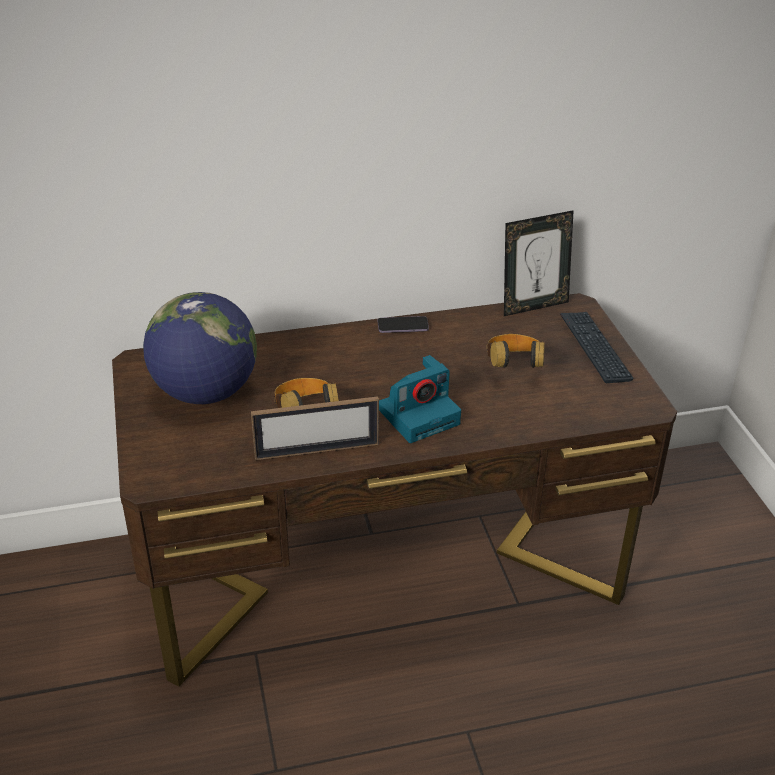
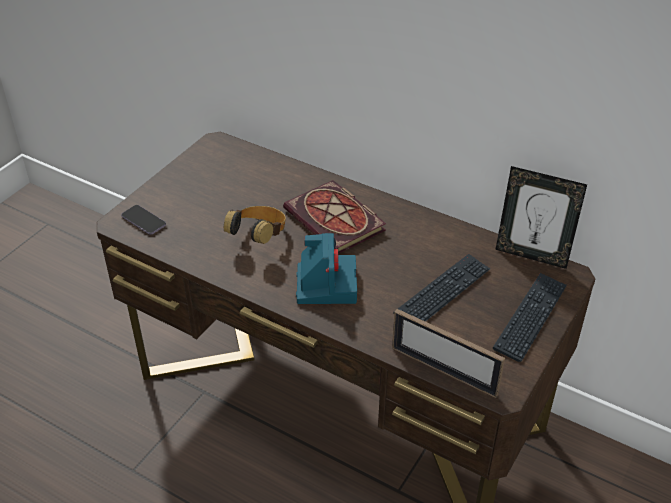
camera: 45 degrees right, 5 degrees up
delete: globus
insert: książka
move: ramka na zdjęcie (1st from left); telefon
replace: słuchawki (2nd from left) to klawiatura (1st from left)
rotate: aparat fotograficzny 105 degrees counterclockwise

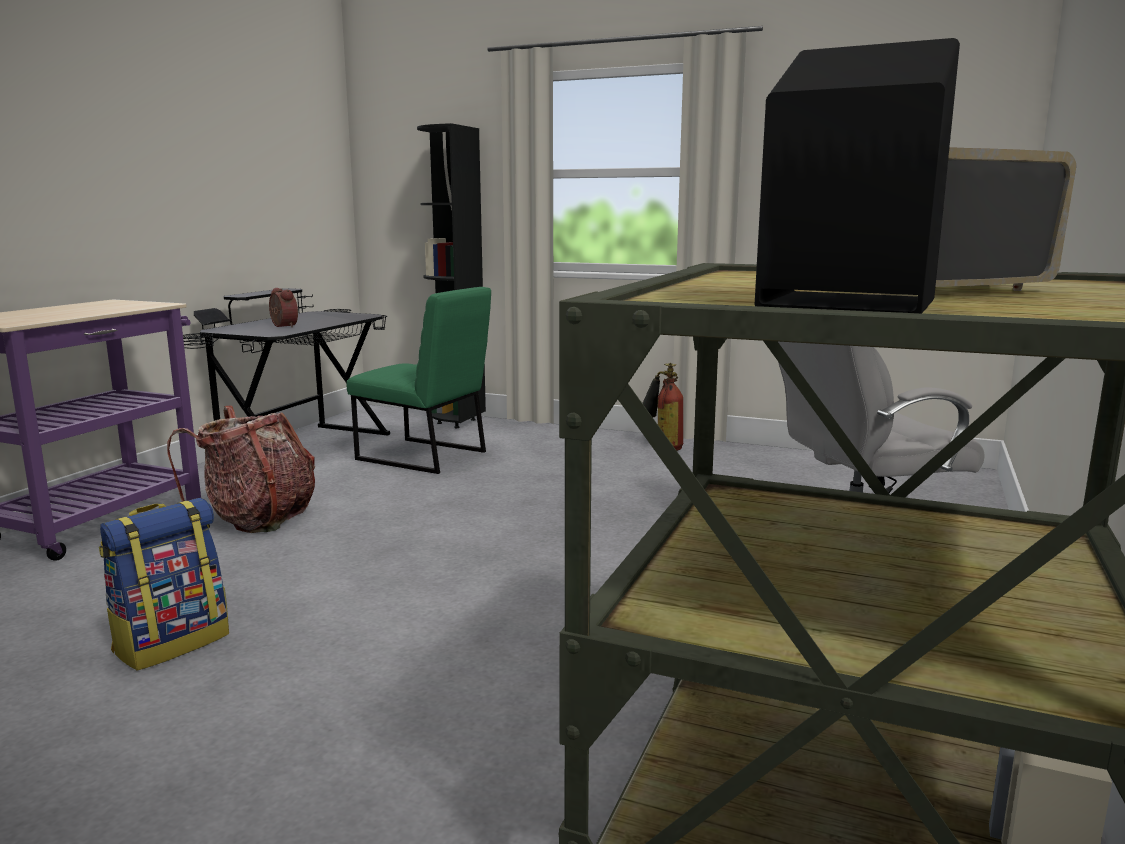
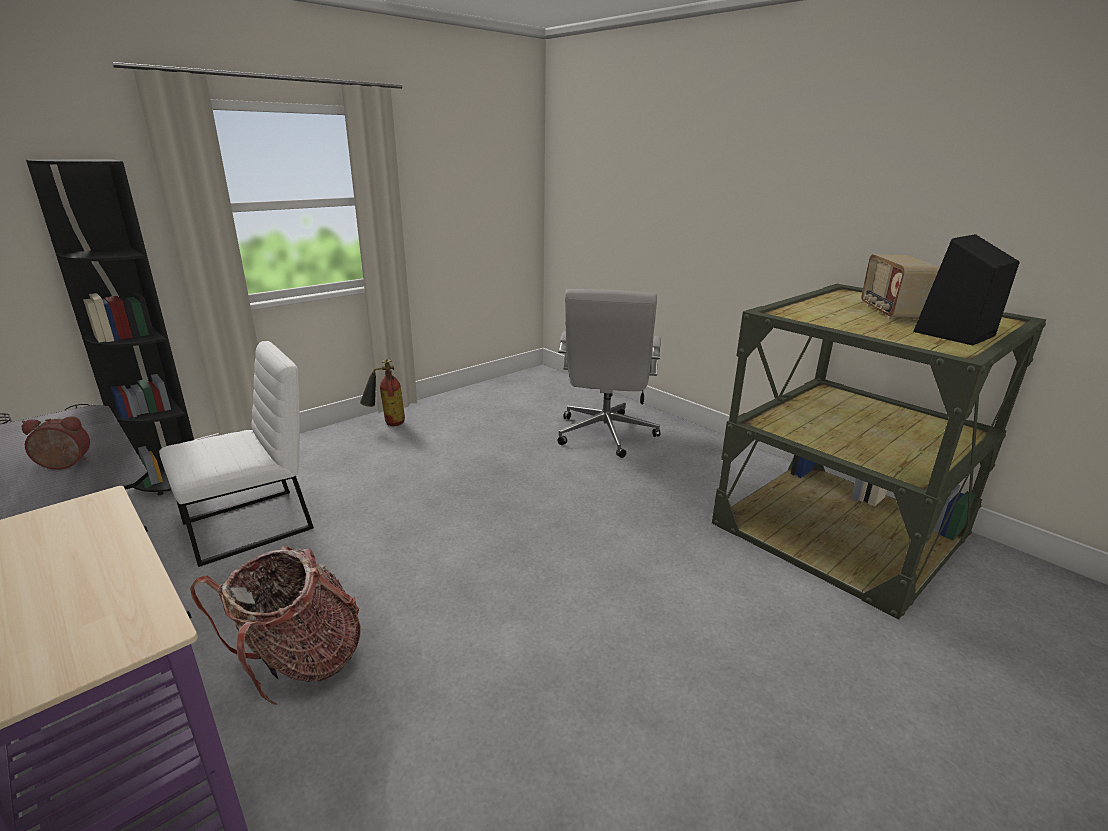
camera: 65 degrees left, 10 degrees up
delete: plecak (1st from left)
recolor: krzesło/zielony to krzesło/biały

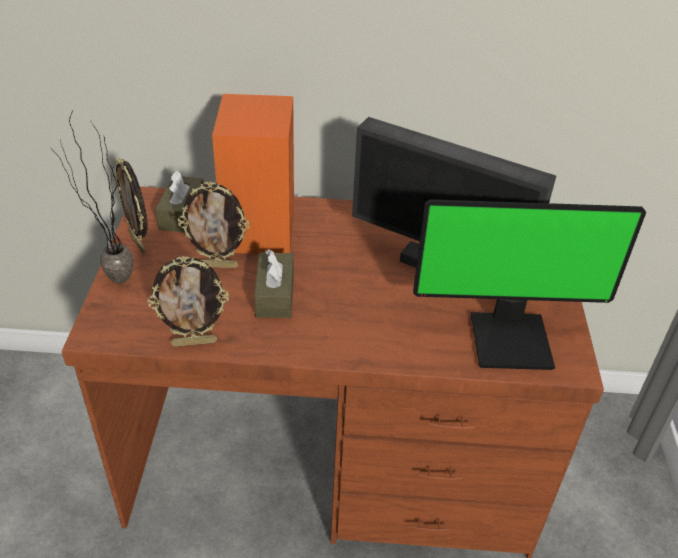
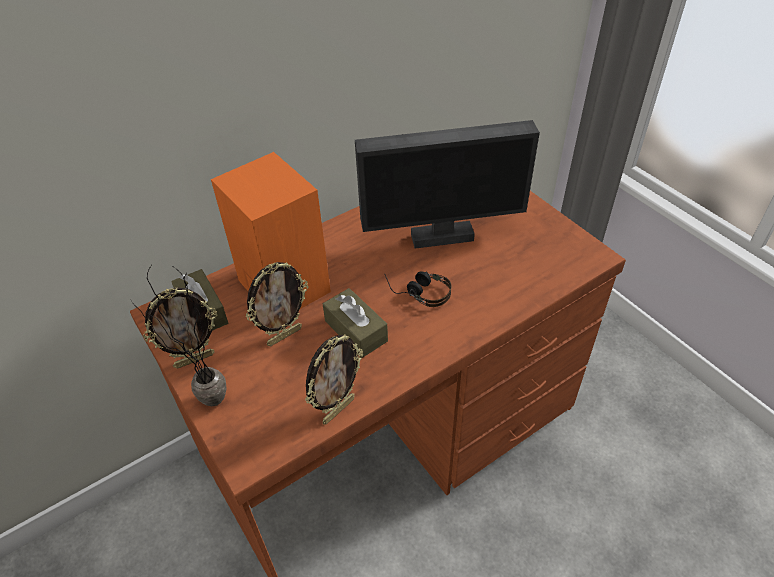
camera: 35 degrees left, 5 degrees up
delete: monitor (2nd from left)
insert: słuchawki
rotate: ramka na zdjęcie (1st from left) 45 degrees counterclockwise

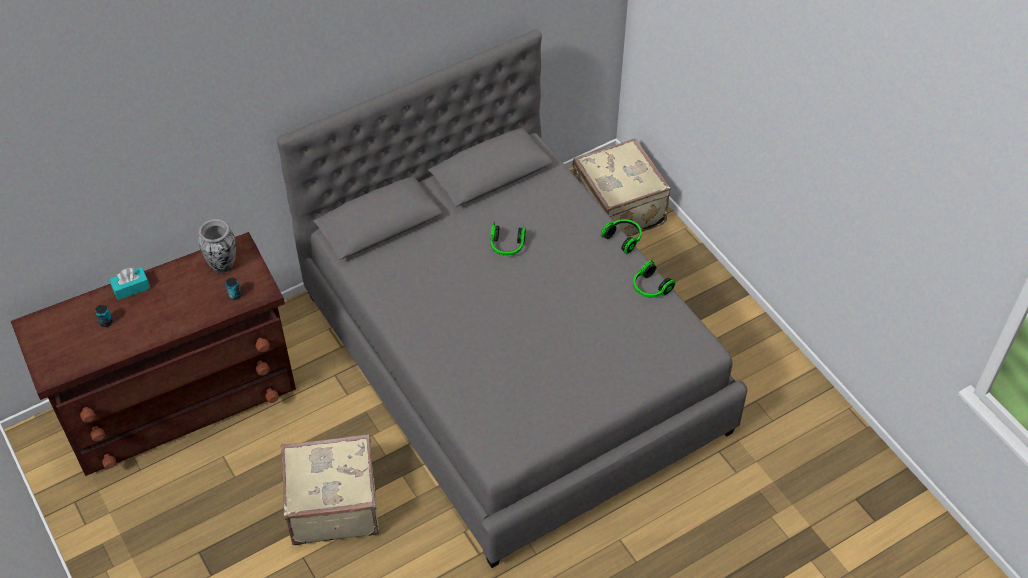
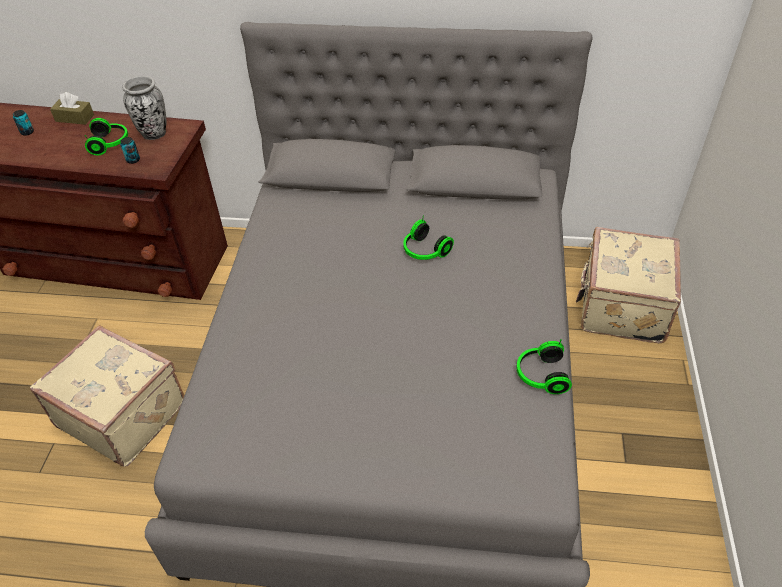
camera: 40 degrees right, 5 degrees down
move: słuchawki (2nd from left in the first image) to słuchawki (1st from left)
recolor: pudełko chusteczek/turkusowy to pudełko chusteczek/brązowy

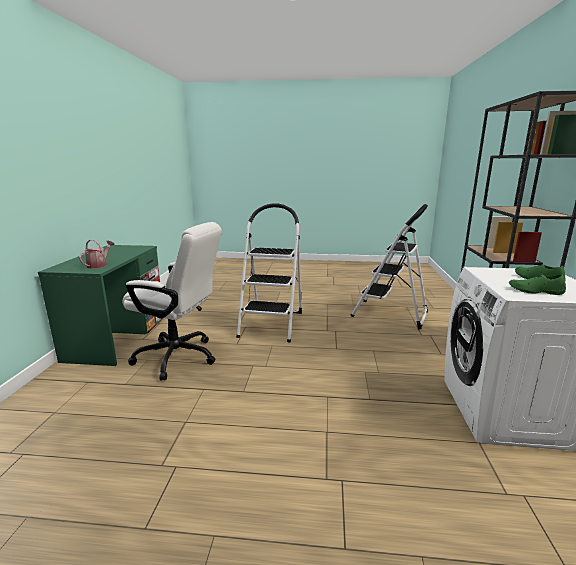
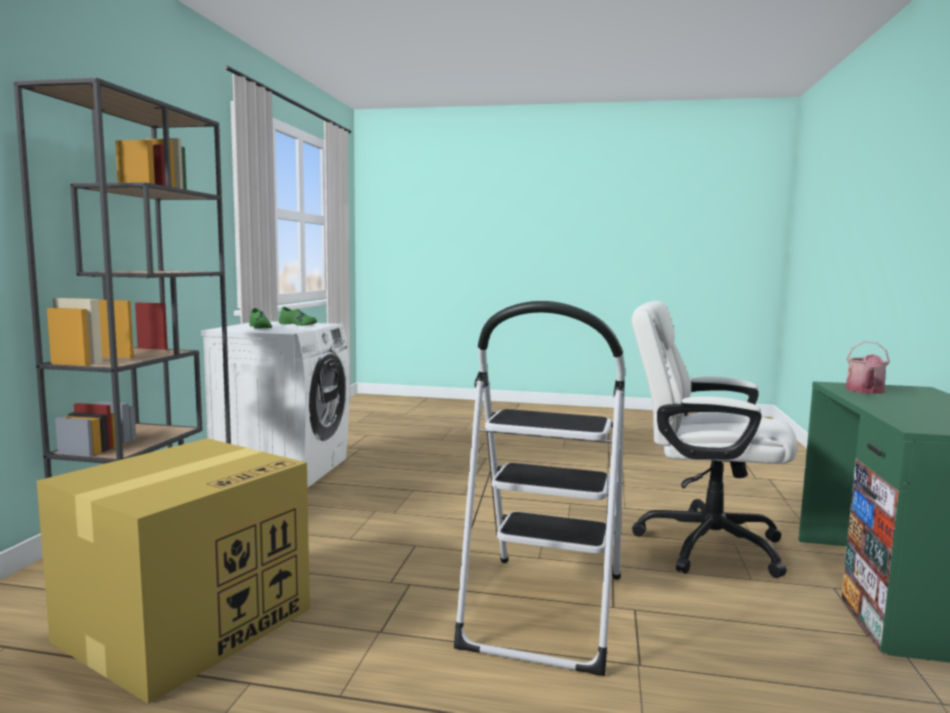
camera: 175 degrees left, 10 degrees down
replace: drabinka (2nd from left) to karton

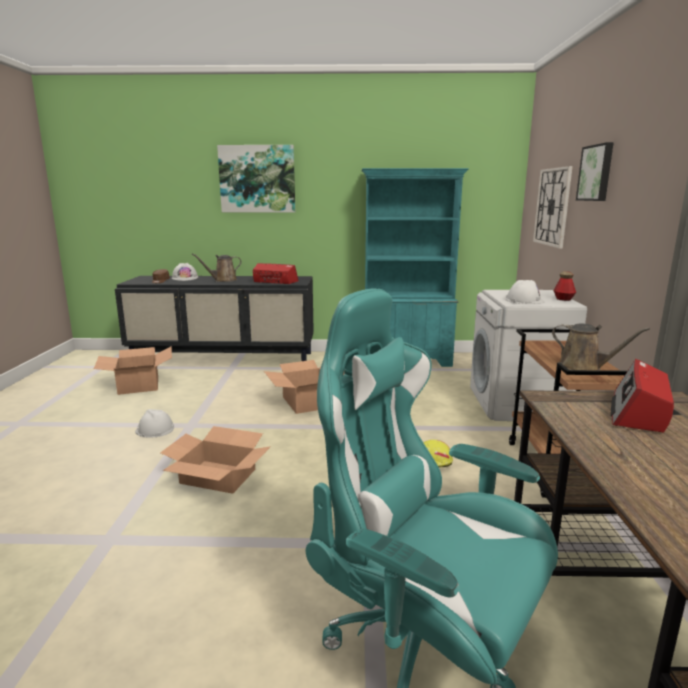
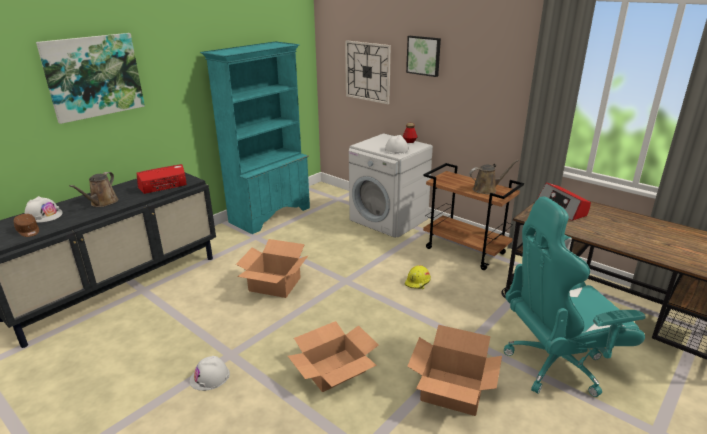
camera: 50 degrees left, 10 degrees up
move: karton (1st from left in the first image) to karton (3rd from left)

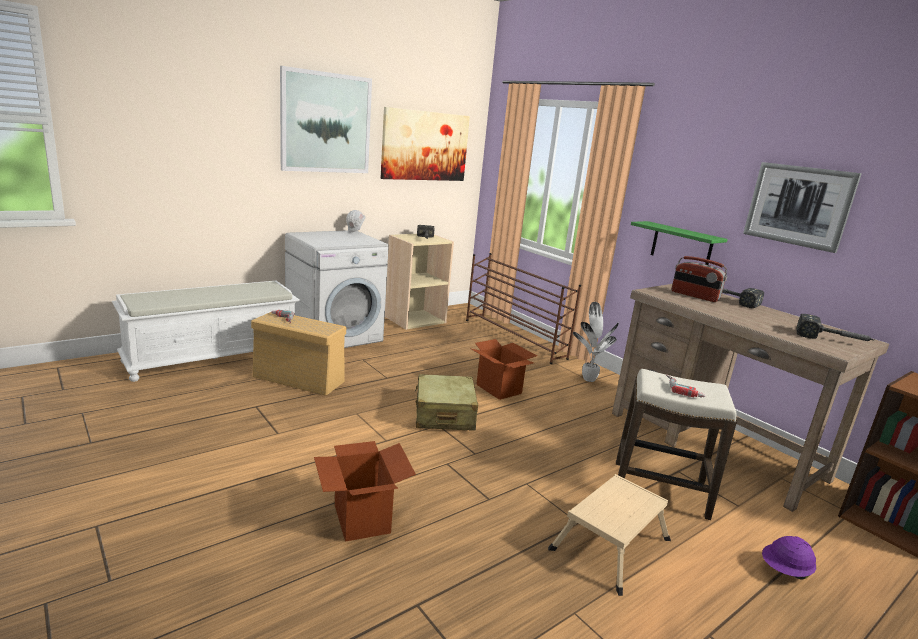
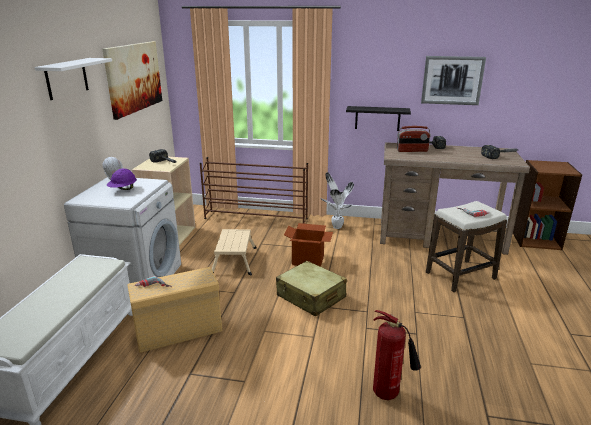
camera: 40 degrees left, 5 degrees up
move: drabinka/beżowy; kask/fioletowy
replace: obraz (1st from left) to półka/biały; karton (1st from left) to gaśnica
recolor: półka/zielony to półka/czarny

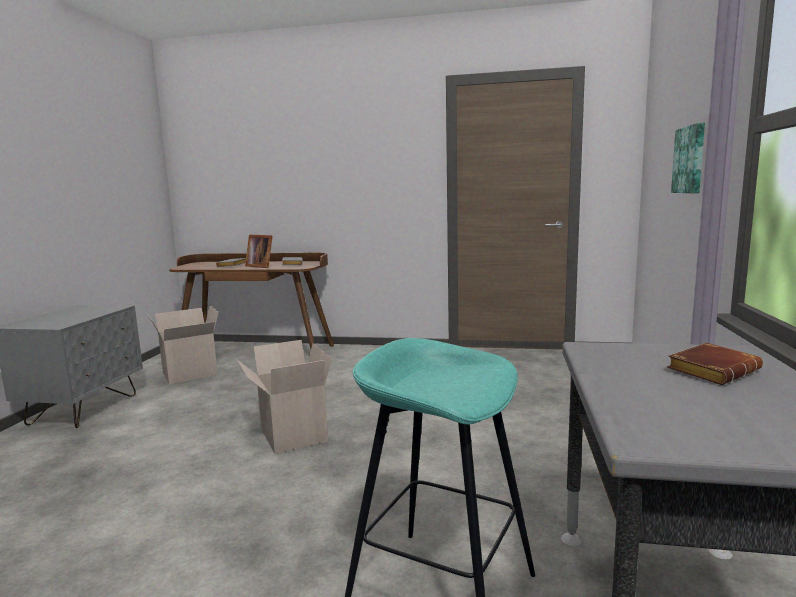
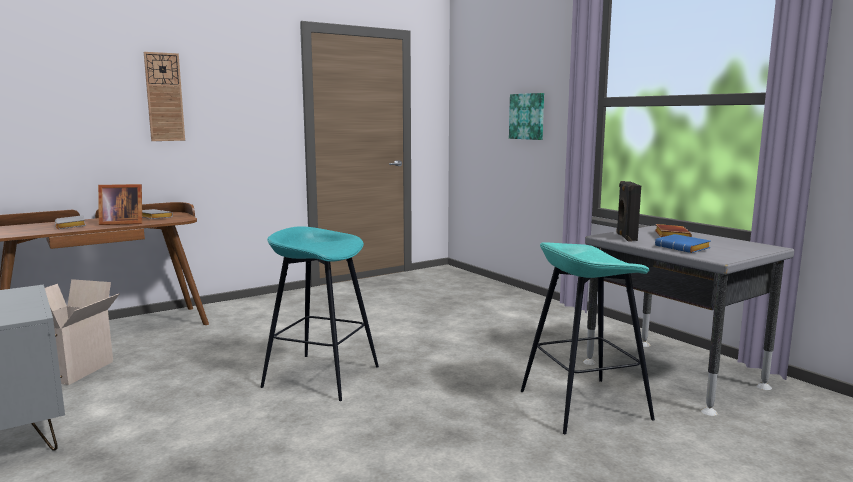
camera: 45 degrees left, 0 degrees up
insert: zegar ścienny; głośnik/czarny; książka/niebieski
replace: karton (2nd from left) to stołek/turkusowy (1st from left)

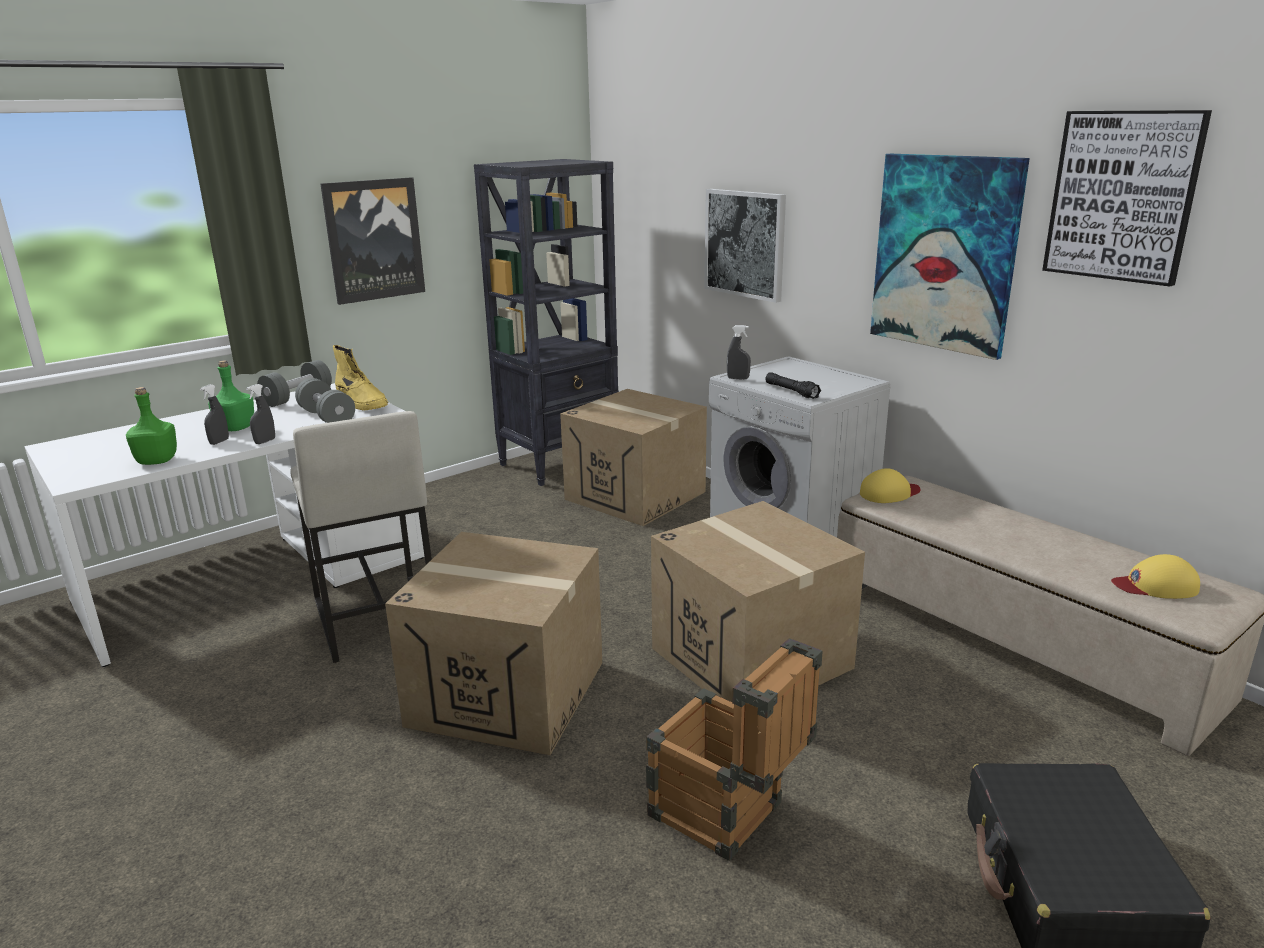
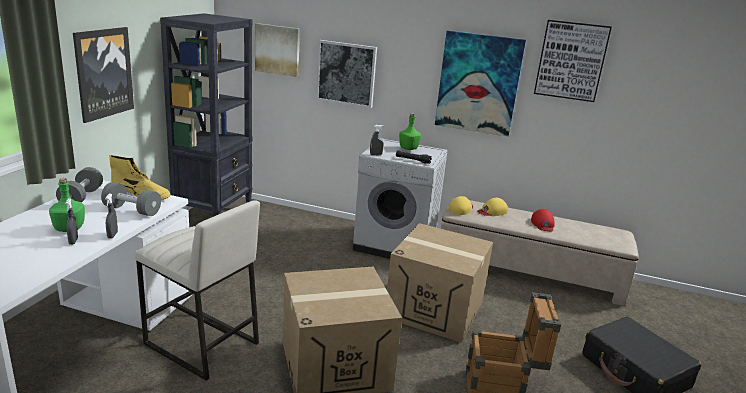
camera: 35 degrees left, 0 degrees up
delete: karton (2nd from left)
insert: obraz (2nd from left); czapka z daszkiem/czerwony
move: butelka/zielony (1st from left in the first image) to butelka/zielony (2nd from left); czapka z daszkiem/żółty (2nd from left)

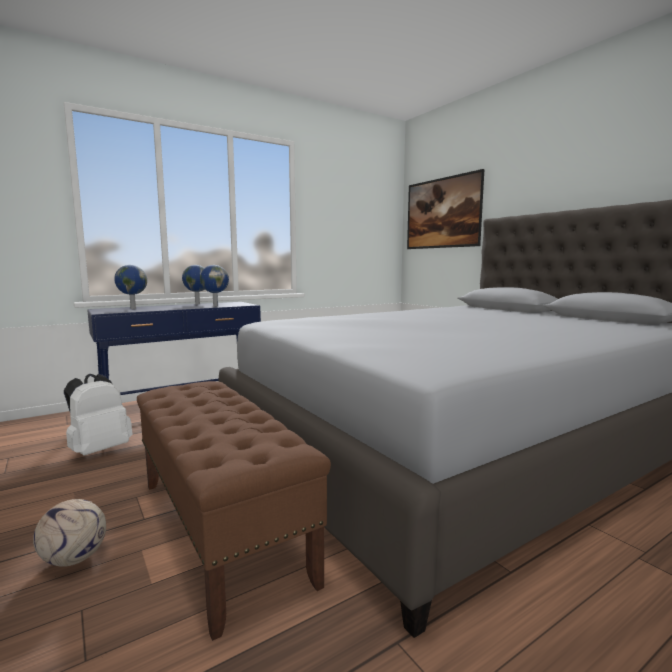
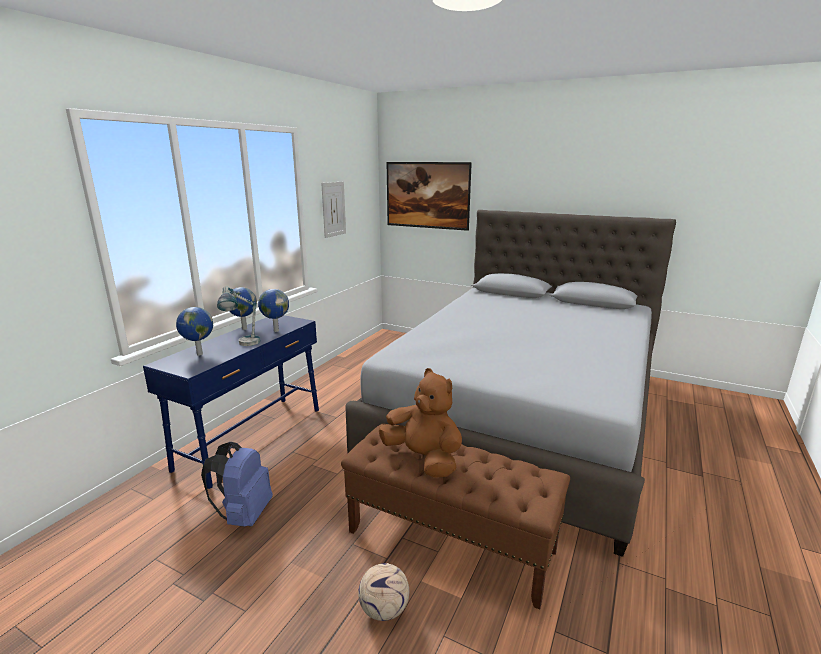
camera: 30 degrees left, 10 degrees up
insert: lampa stołowa; obraz (1st from left); pluszak/brązowy
recolor: plecak/biały to plecak/niebieski

